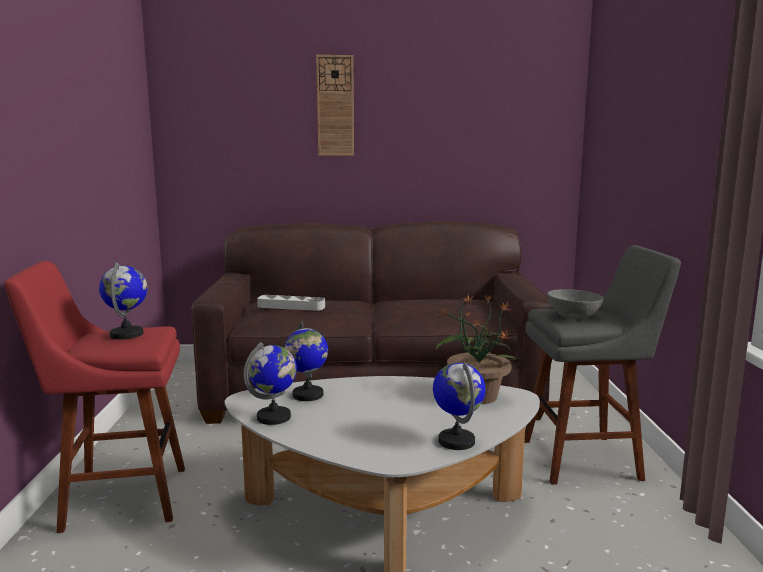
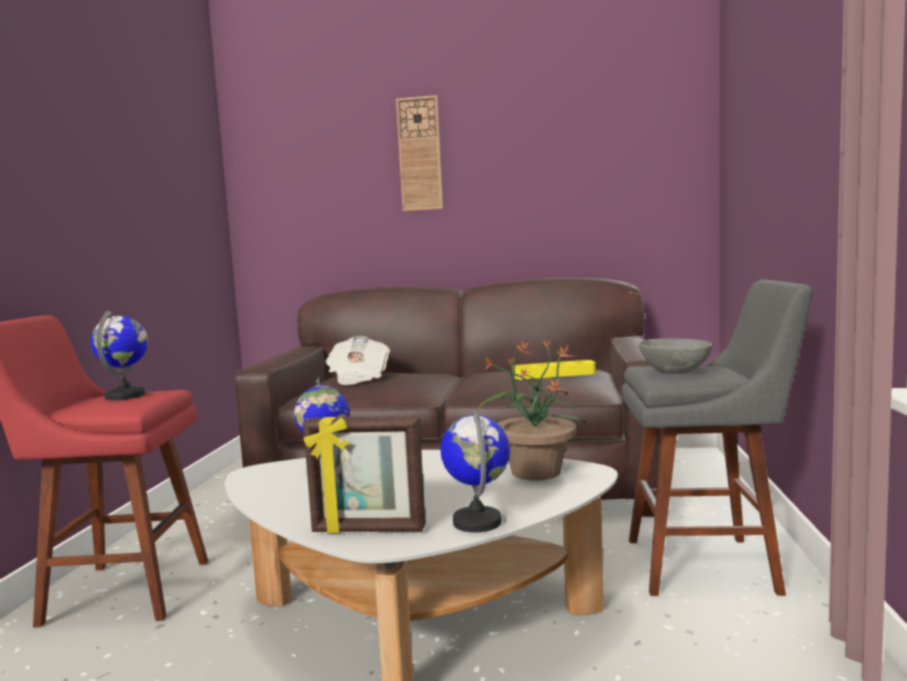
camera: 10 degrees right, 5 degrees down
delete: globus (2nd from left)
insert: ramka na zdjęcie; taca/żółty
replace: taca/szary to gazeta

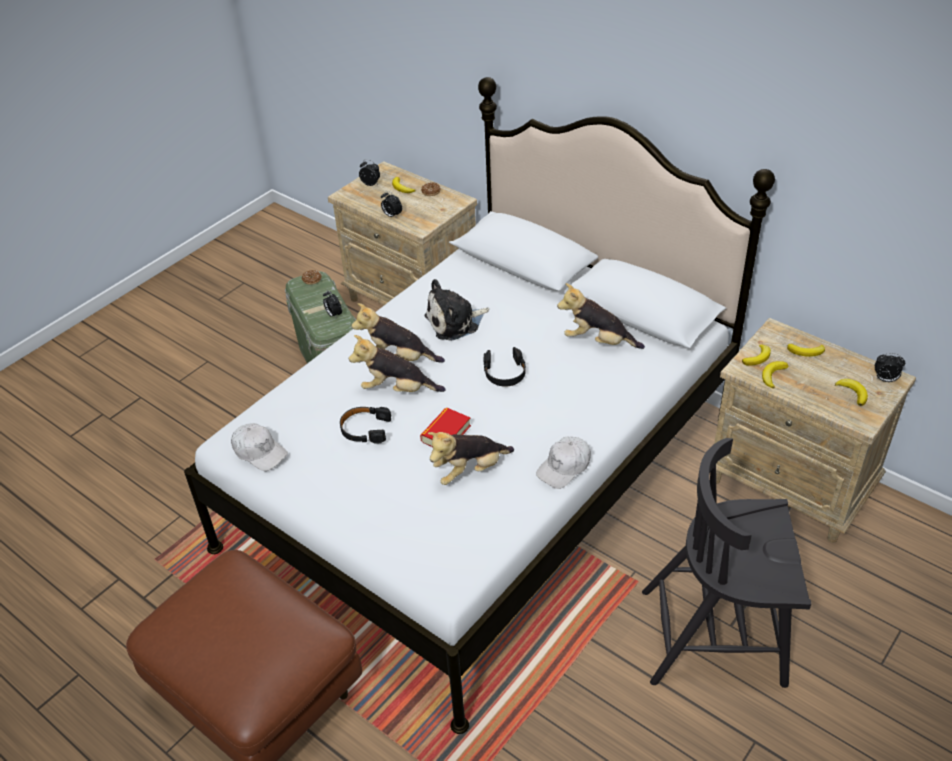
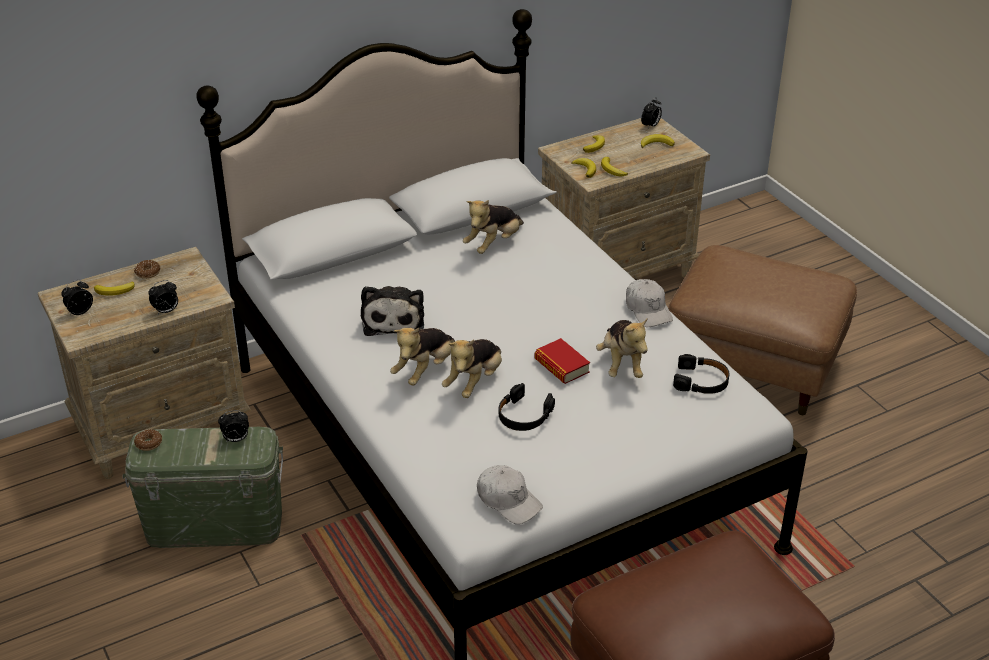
camera: 70 degrees left, 5 degrees down
move: słuchawki/czarny (2nd from left)
replace: krzesło/czarny to pufa/brązowy (2nd from left)
rotate: czapka z daszkiem/biały (1st from left) 75 degrees clockwise

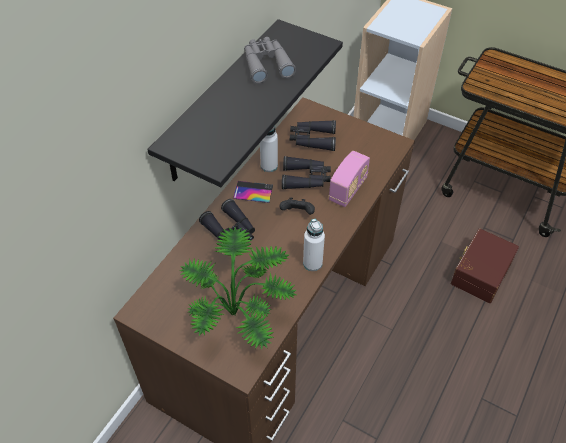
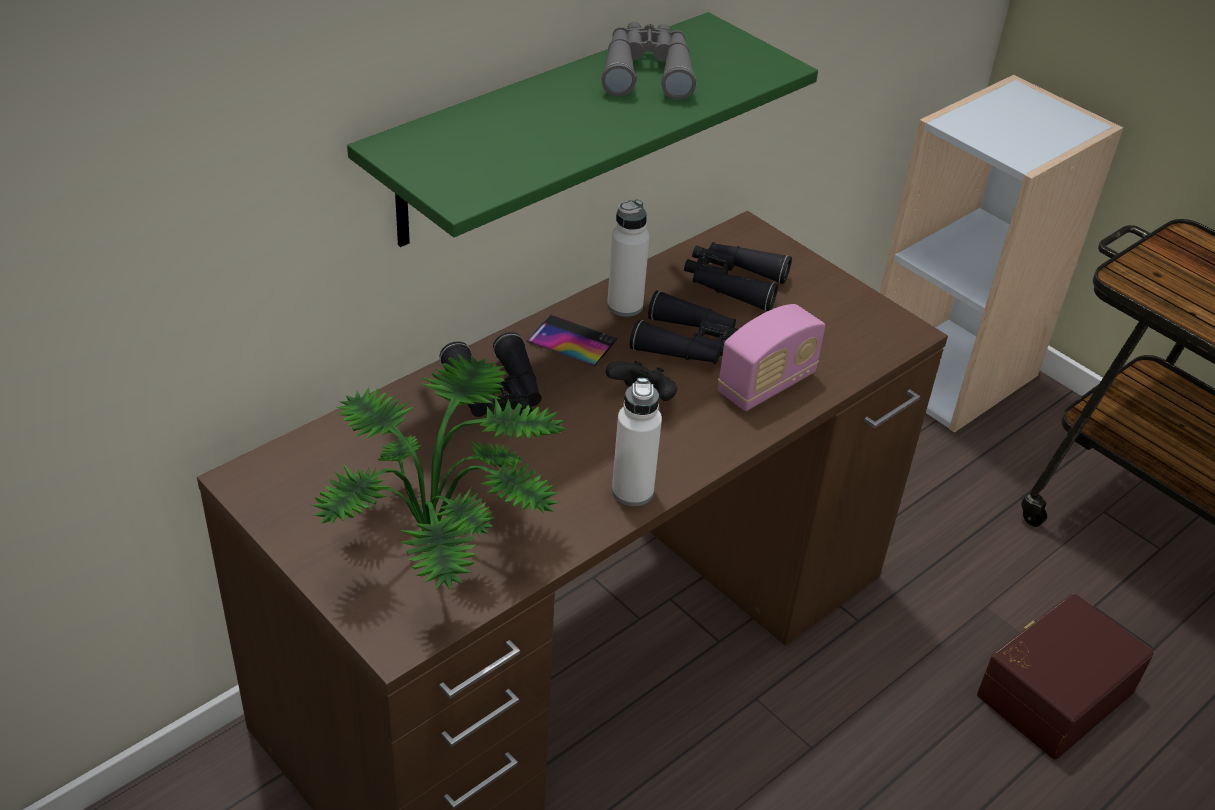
camera: 15 degrees right, 10 degrees down
recolor: półka/czarny to półka/zielony

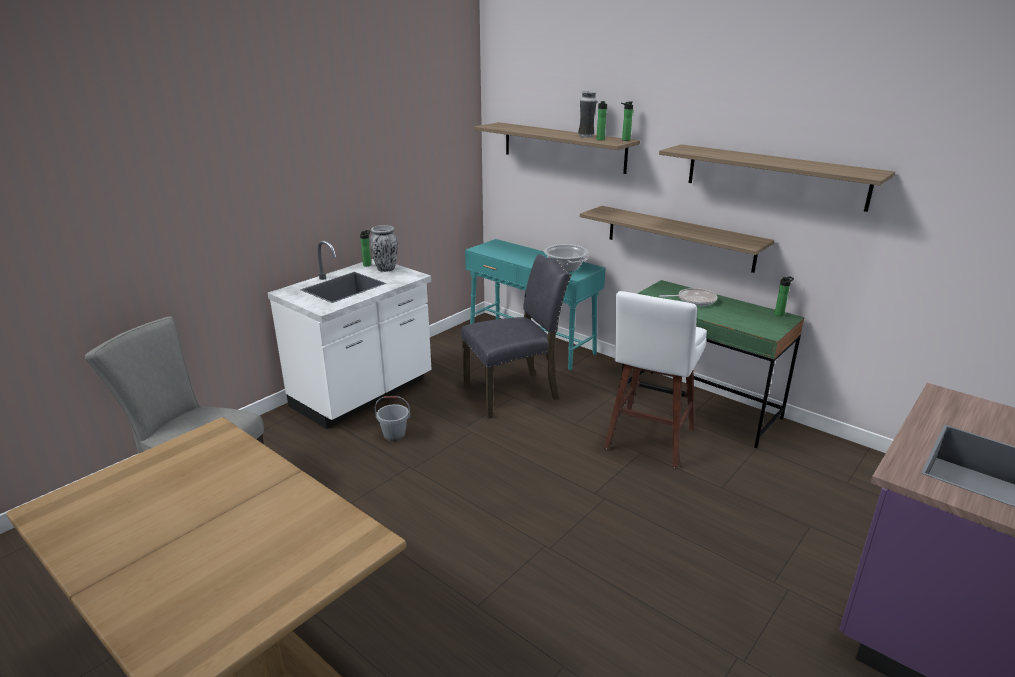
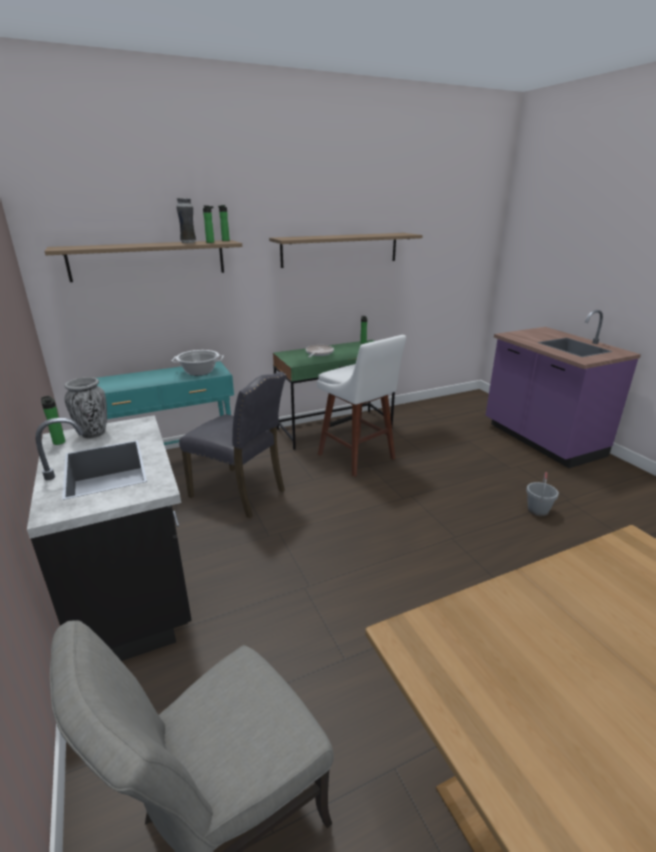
camera: 65 degrees left, 0 degrees up
delete: półka (2nd from left)
move: wiadro/szary
recolor: zabudowa kuchenna/biały to zabudowa kuchenna/czarny
rotate: krzesło/szary (2nd from left) 120 degrees clockwise

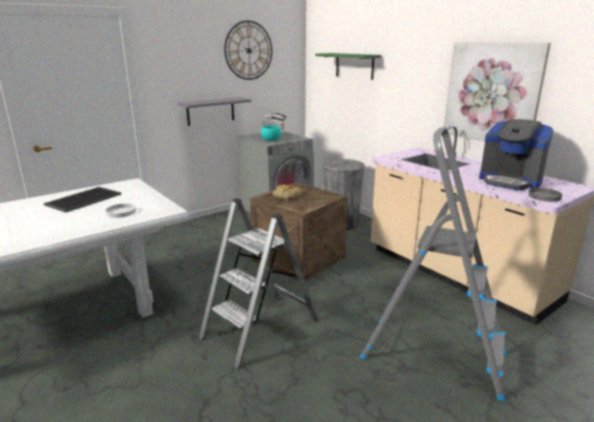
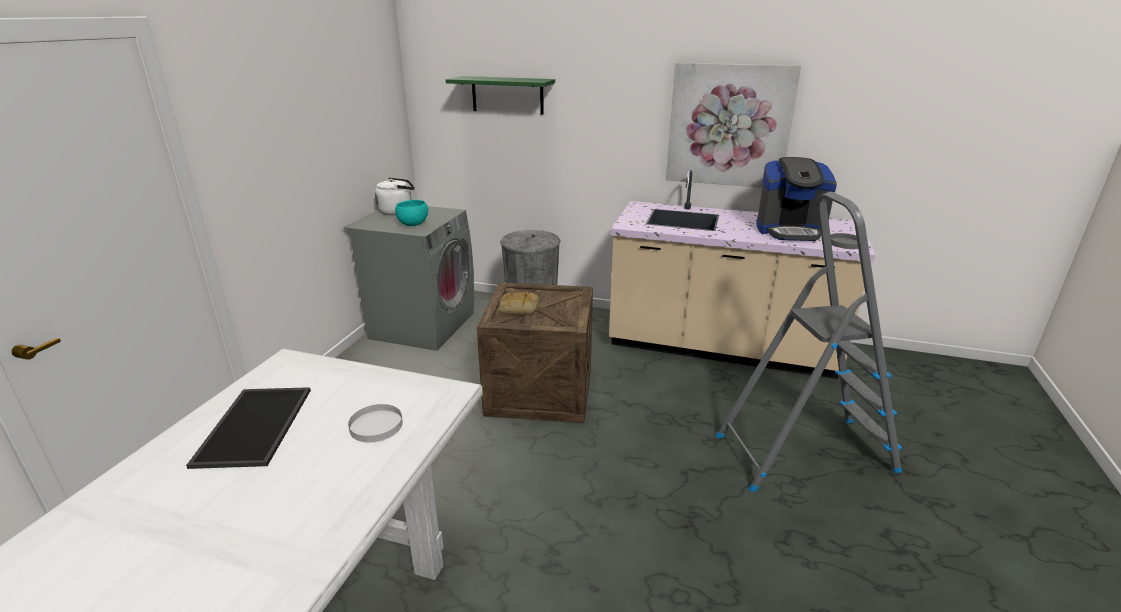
camera: 35 degrees left, 5 degrees up
delete: półka/szary; drabinka/szary (1st from left); zegar ścienny

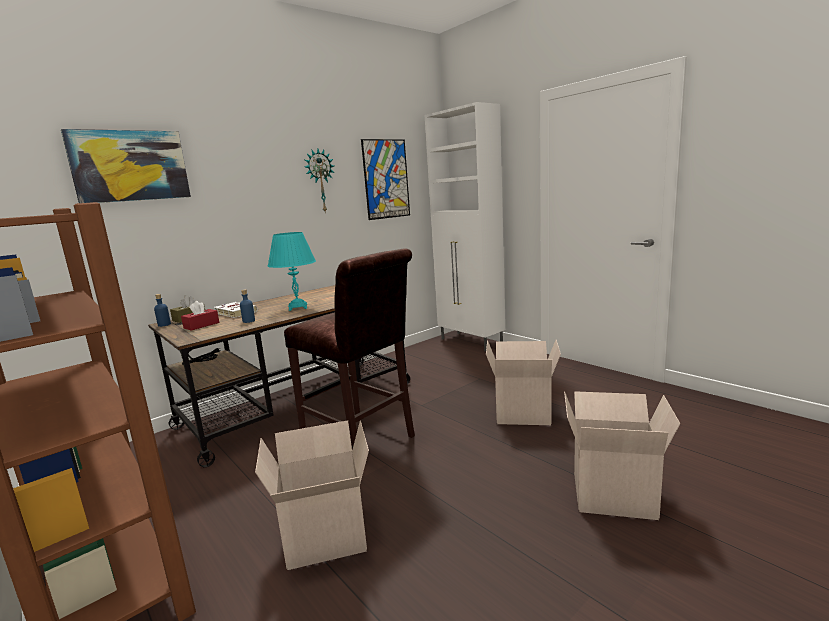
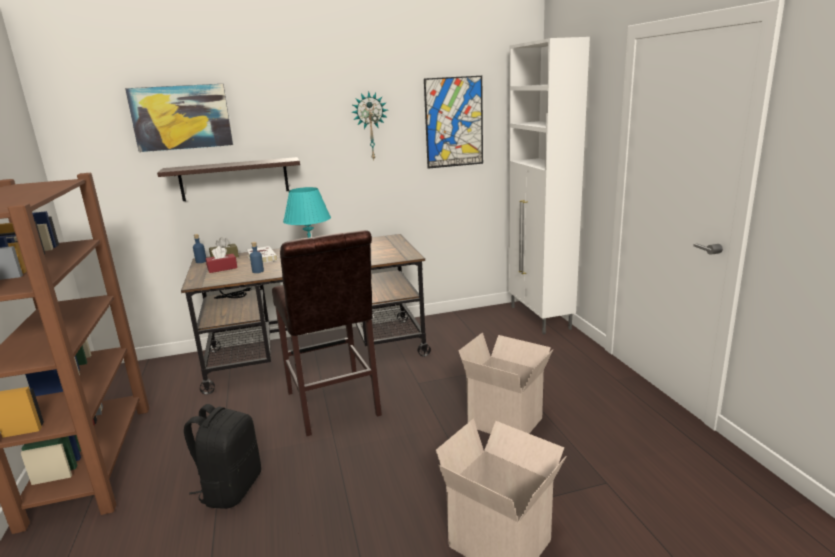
camera: 25 degrees right, 5 degrees up
insert: półka
replace: karton (1st from left) to plecak/czarny

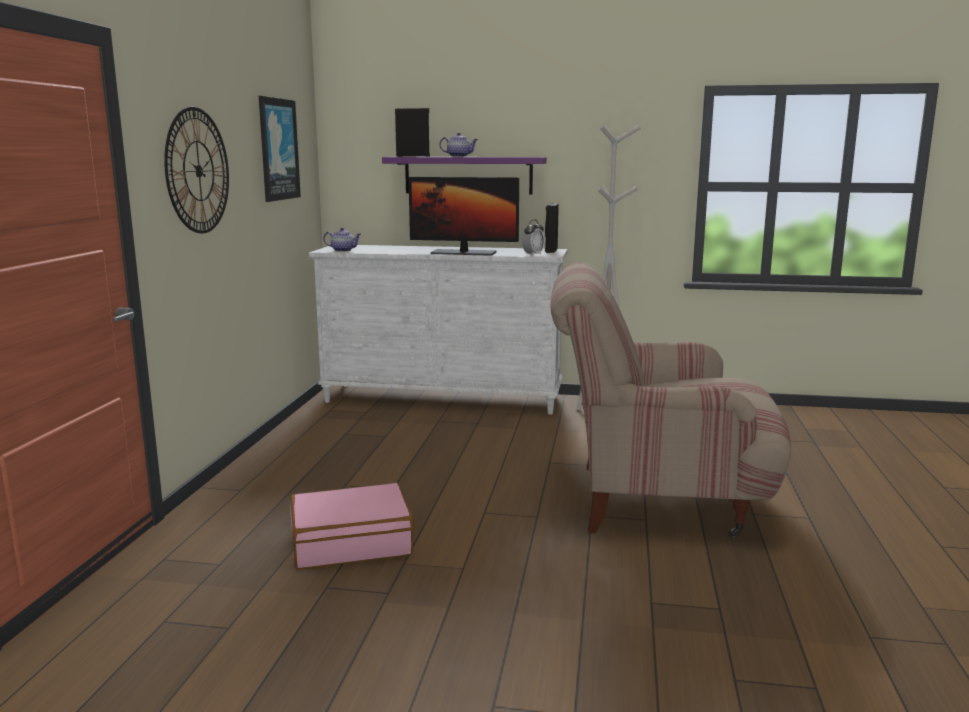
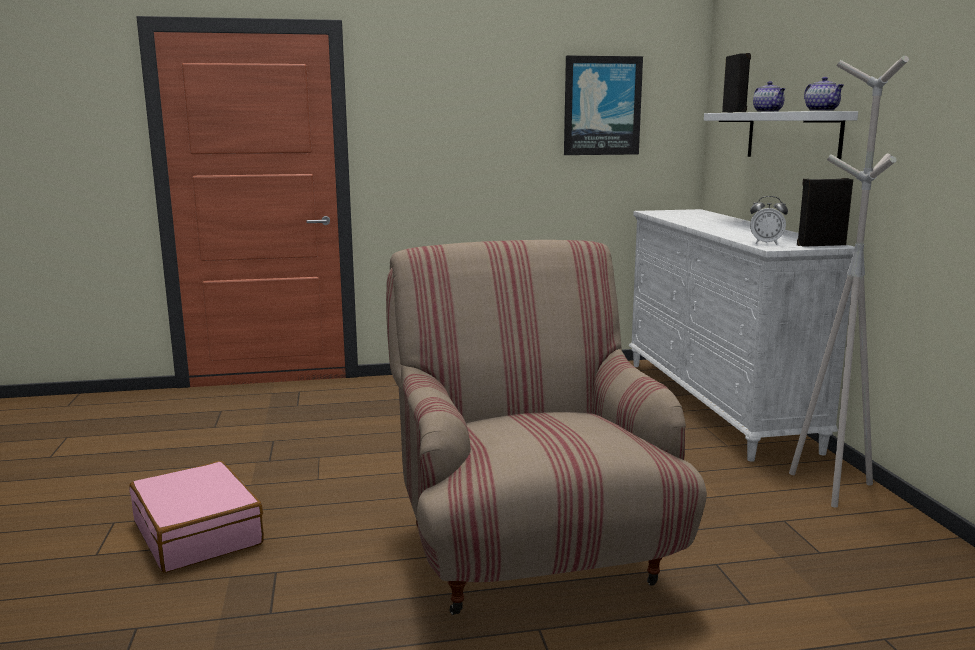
camera: 70 degrees right, 0 degrees up
delete: zegar ścienny; monitor
move: walizka/różowy; imbryk (1st from left in the first image) to imbryk (2nd from left)
recolor: półka/fioletowy to półka/biały

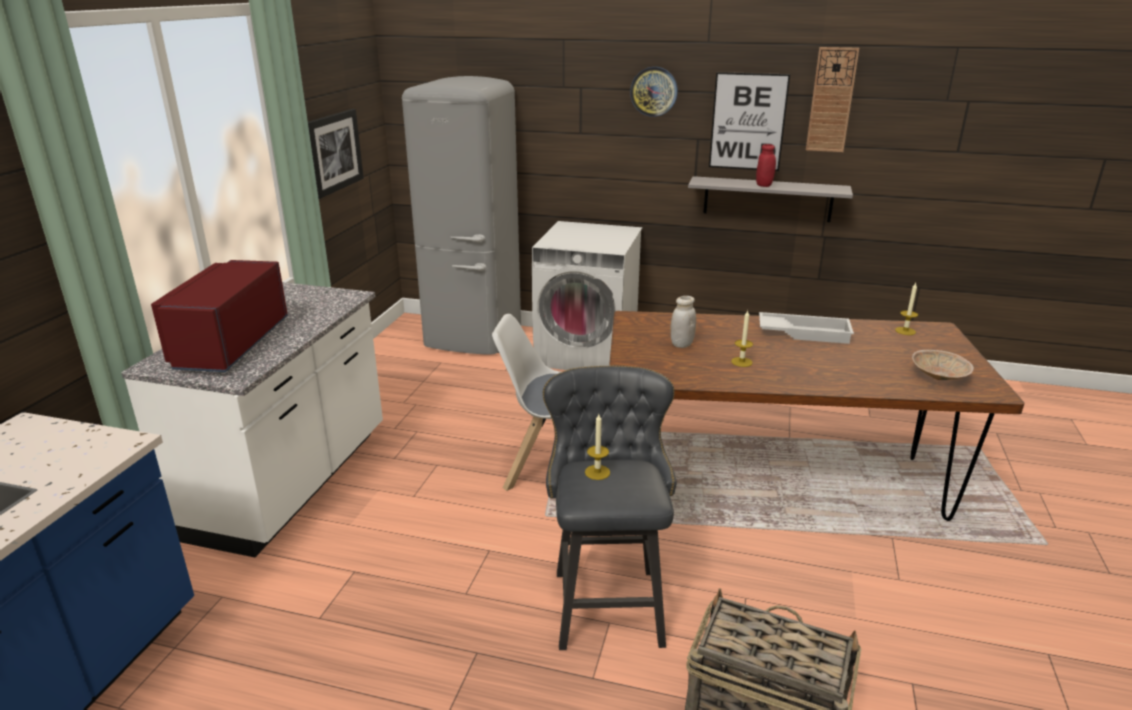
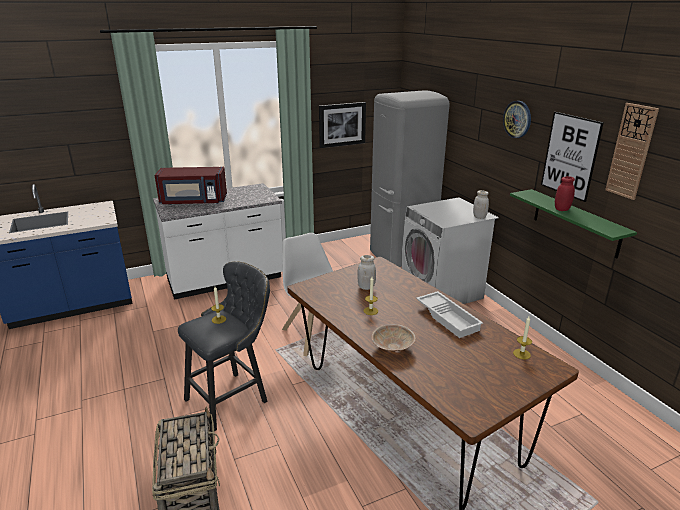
camera: 50 degrees right, 0 degrees up
insert: słoik/biały (2nd from left)
move: miska/beżowy
recolor: półka/szary to półka/zielony
rotate: mikrofalówka/czerwony 150 degrees counterclockwise

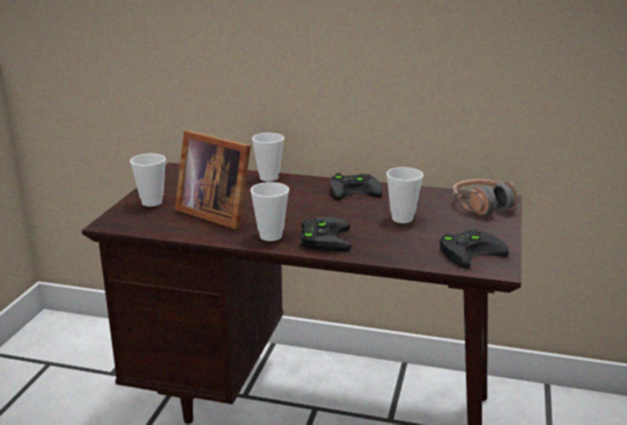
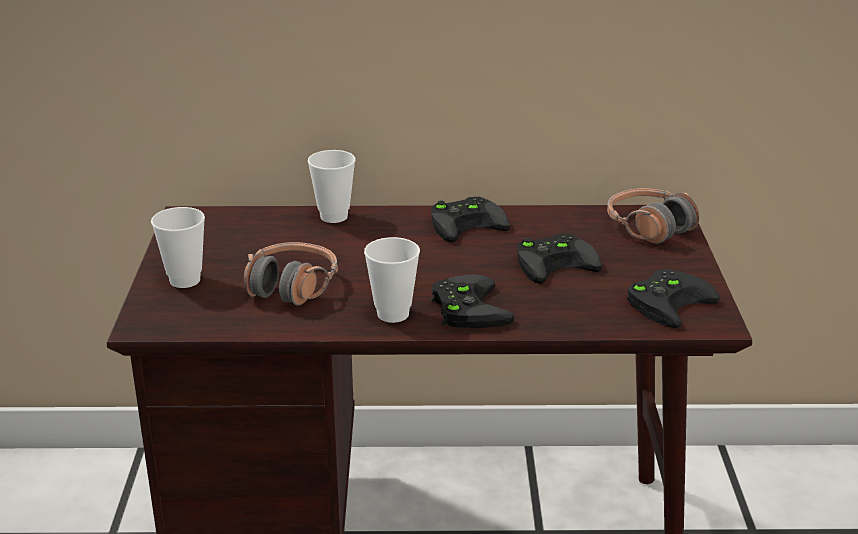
camera: 15 degrees left, 5 degrees up
replace: ramka na zdjęcie to słuchawki (1st from left); filiżanka (4th from left) to pad do gier/czarny (3rd from left)

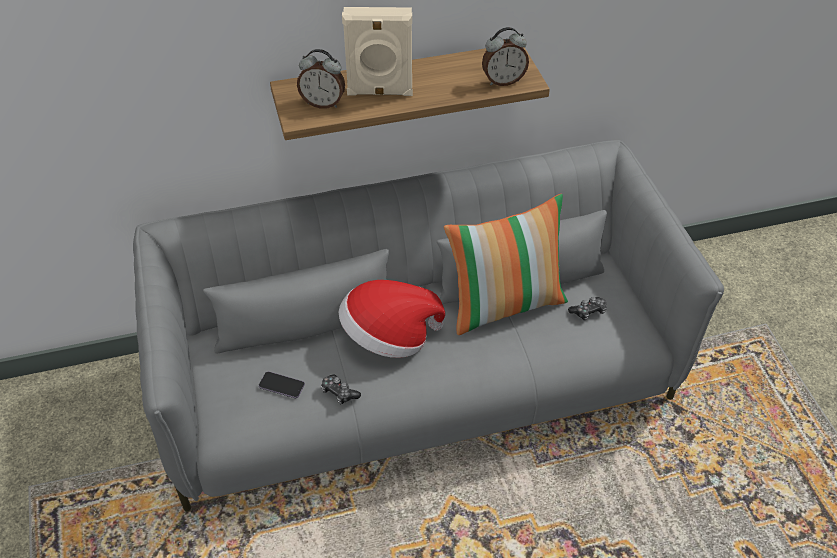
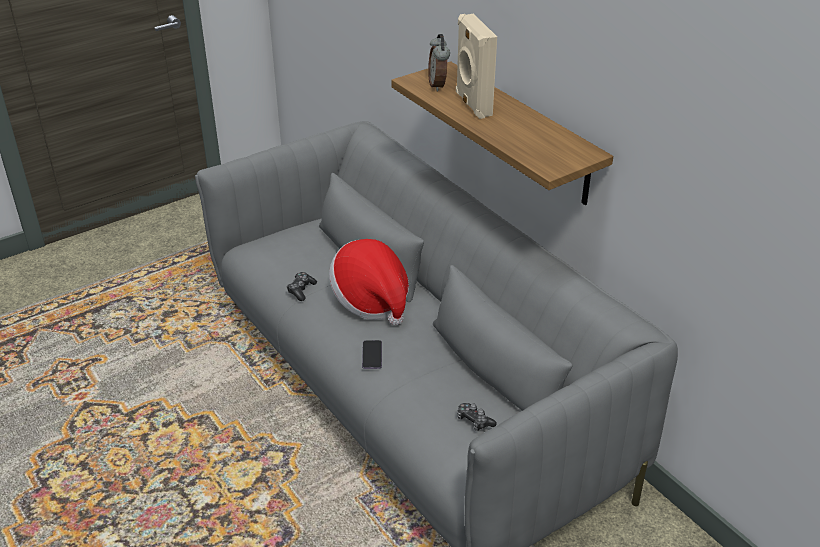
camera: 70 degrees right, 10 degrees down
delete: poduszka; budzik (2nd from left)
move: telefon

